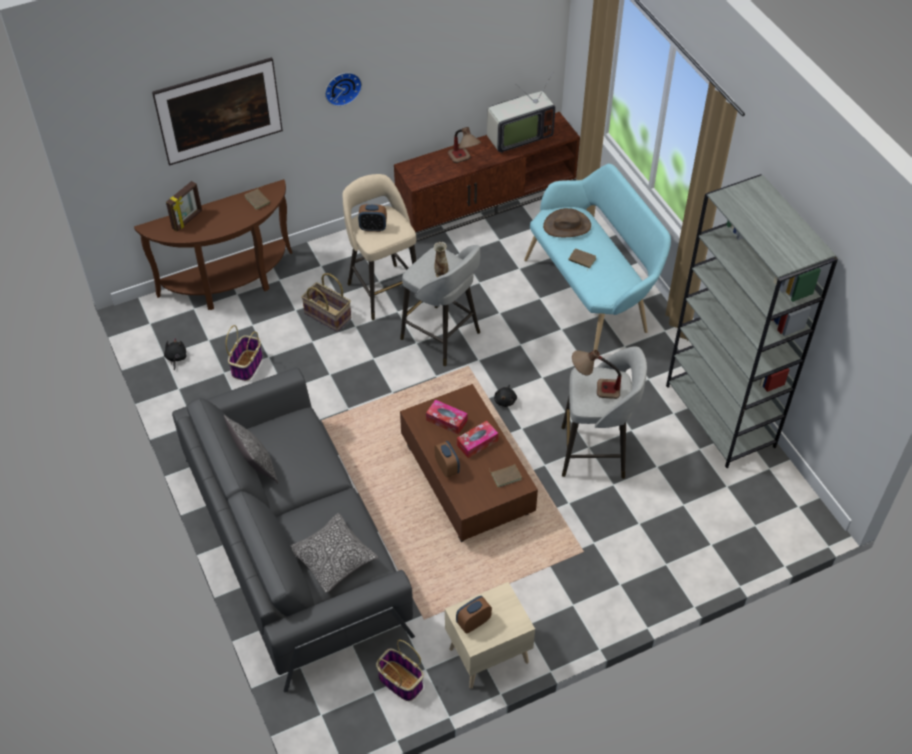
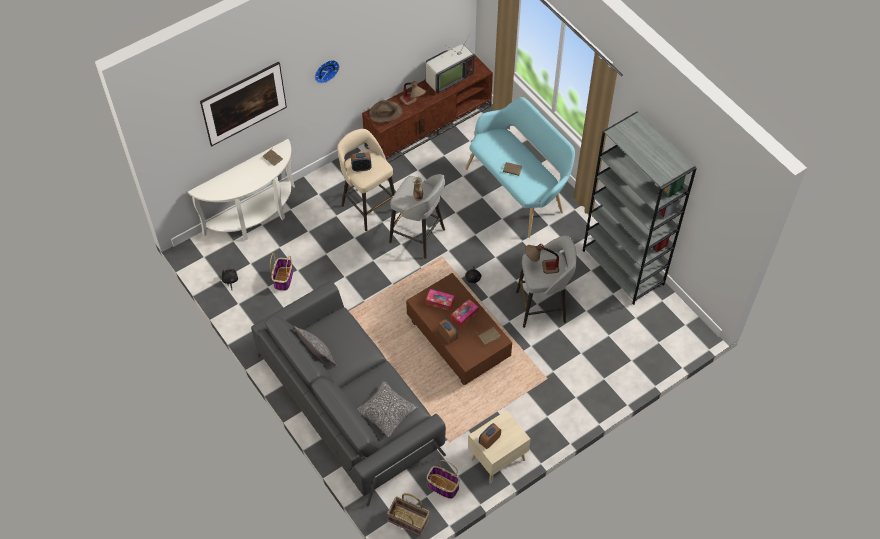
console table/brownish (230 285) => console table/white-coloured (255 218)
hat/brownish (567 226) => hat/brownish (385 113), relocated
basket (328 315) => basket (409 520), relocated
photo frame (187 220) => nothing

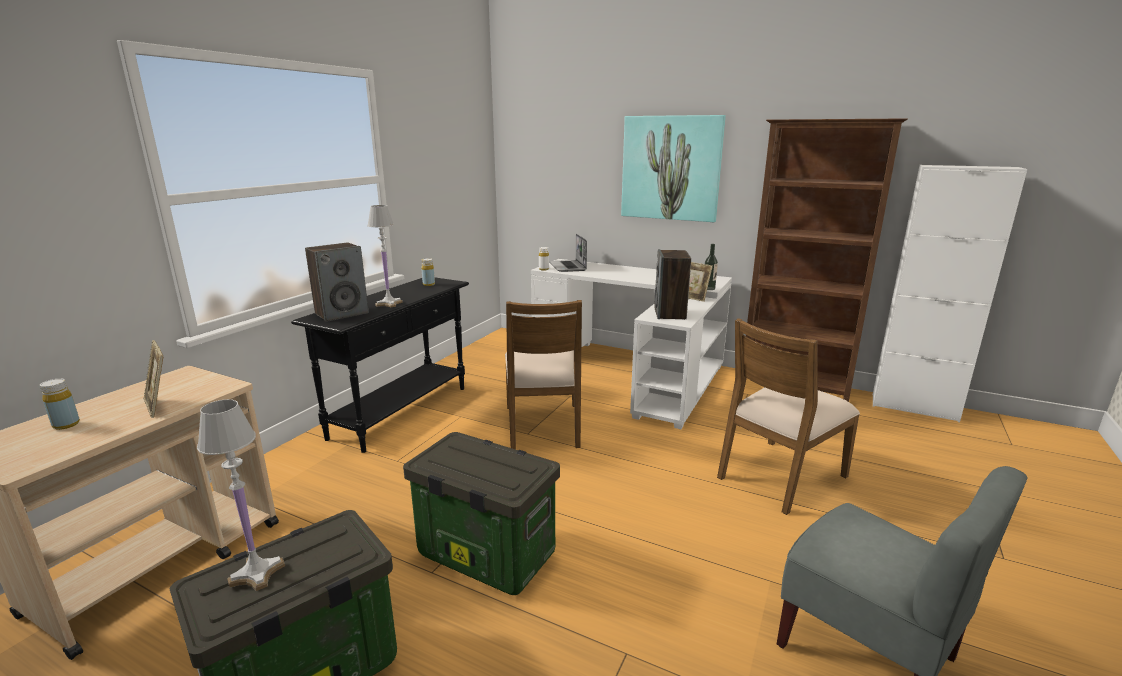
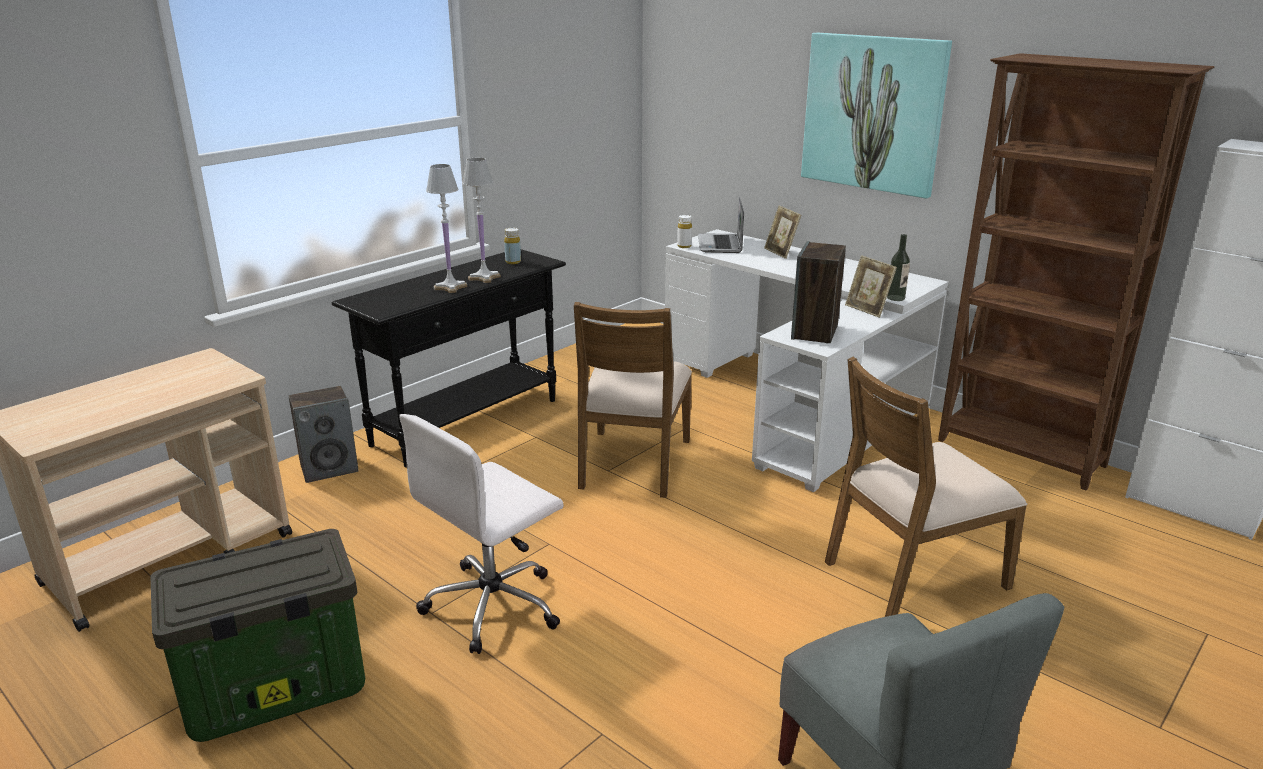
audio speaker (342 313) => audio speaker (329 468), relocated
storage box (484 555) => office chair/white-coloured (494 605)
lamp for a table/white-coloured (257 573) => lamp for a table/white-coloured (484 277), relocated
photo frame (160 405) => photo frame (780 252), relocated
drink bottle/yellow-coloured (66 425) => nothing

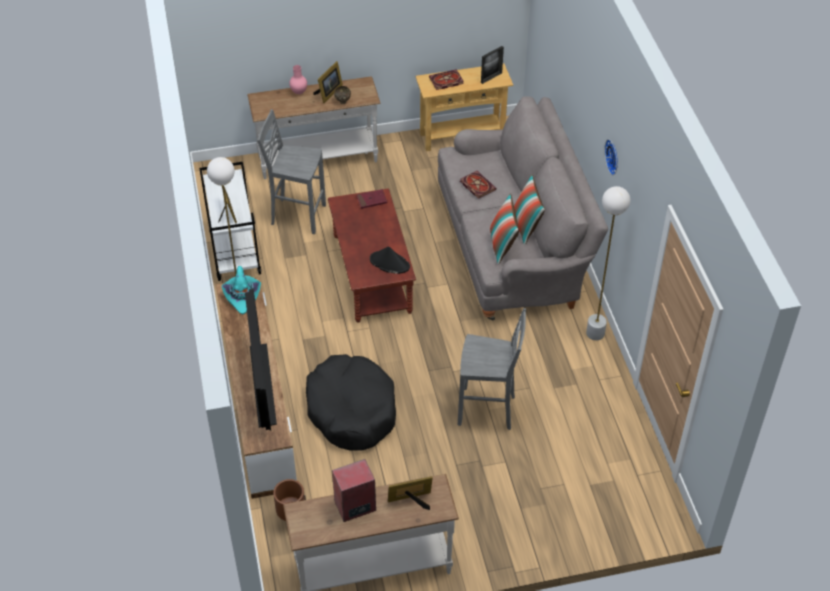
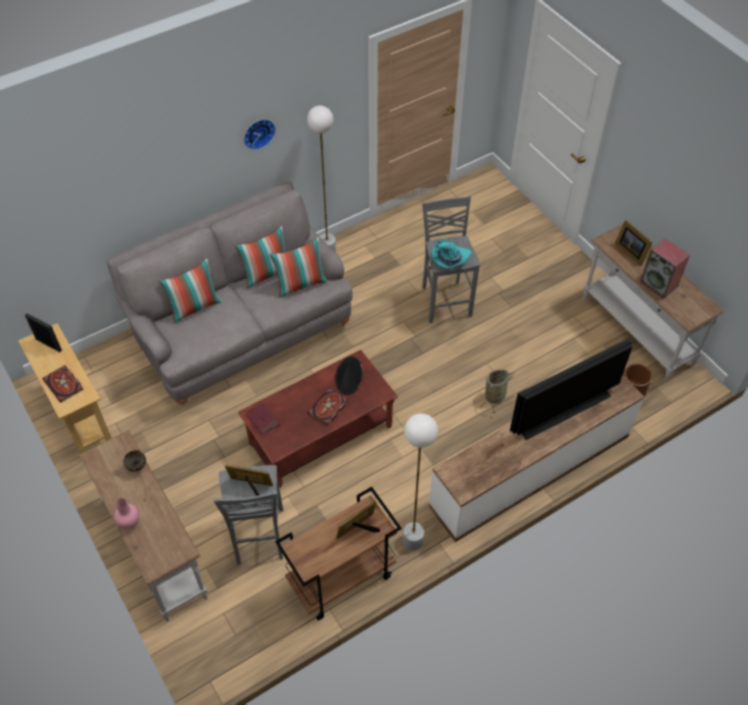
nothing => pillow (194 307)
photo frame (328 93) => photo frame (251 487), relocated
wheeled cart/white-coloured (234 253) => wheeled cart/brownish (341 579)
volume (476 185) => volume (328 408), relocated
hat/turquoise-coloured (242 296) => hat/turquoise-coloured (450 259), relocated
dog bed/blackish (351 410) => basket (495 395)

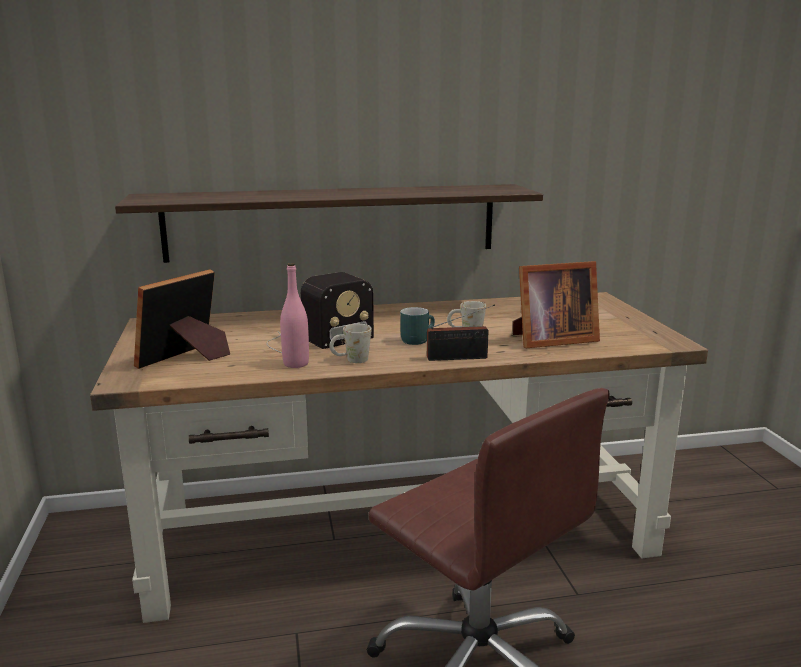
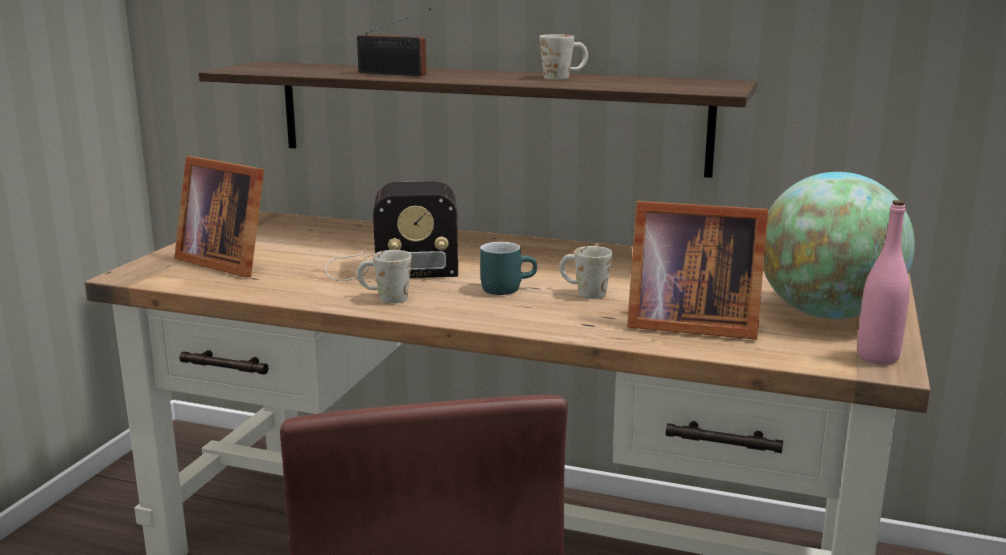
photo frame (187 358) => photo frame (226 262), 120 degrees counterclockwise
radio set (460 358) => radio set (395 74), relocated
nothing => mug/white-coloured (564 77)
nothing => globe (827 314)
drink bottle/pink-coloured (296 364) => drink bottle/pink-coloured (877 357), relocated

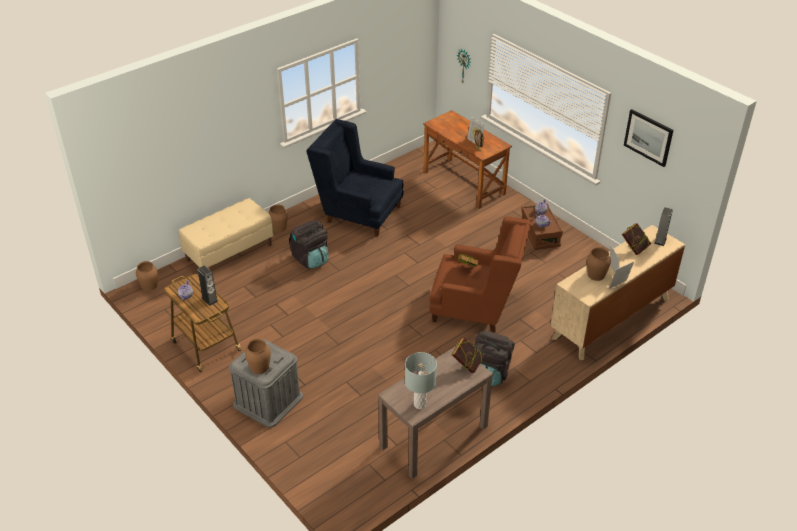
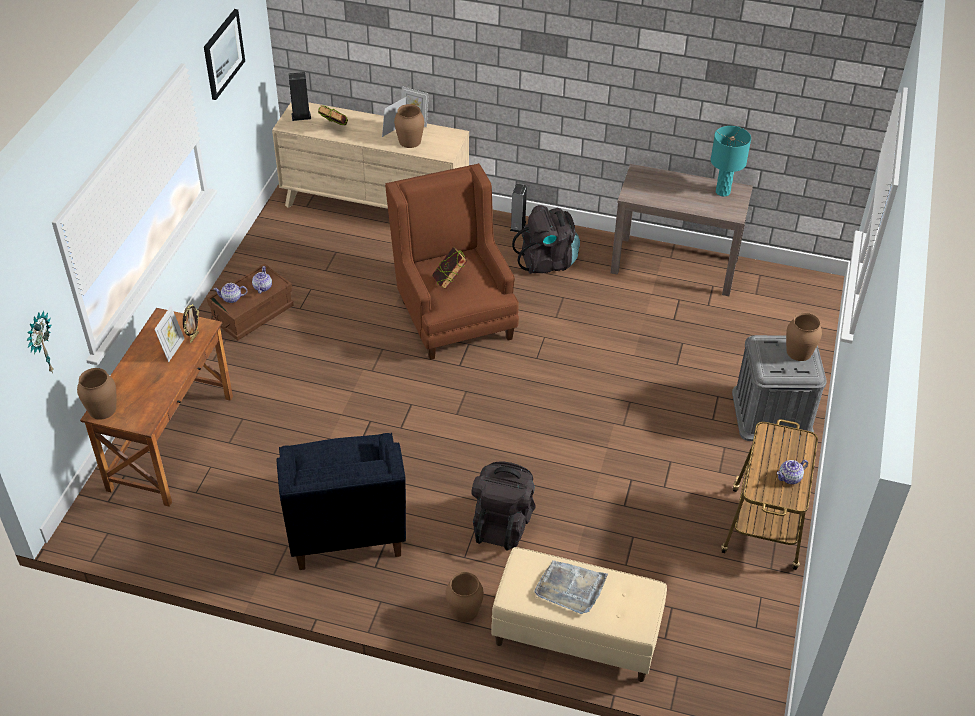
flower vase/brownish (149 285) => flower vase/brownish (102 409), relocated
audio speaker (209 299) => audio speaker (518 226), relocated
nothing => tray/grey (570 588)
lamp for a table/grey (420 404) => lamp for a table/turquoise-coloured (722 192)
volume (467 365) => nothing

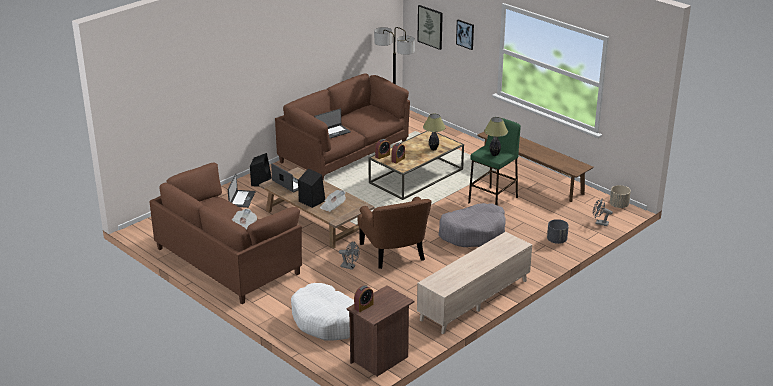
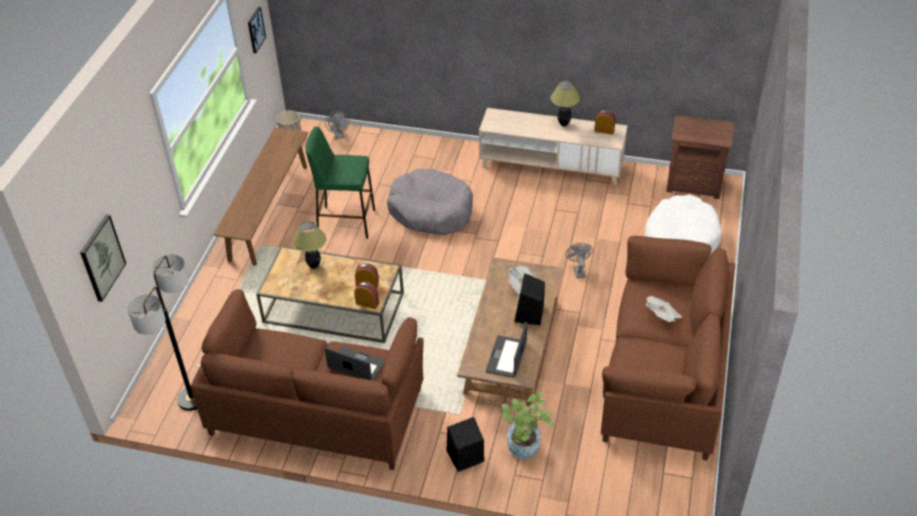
wall art (465 34) => wall art (255 29), relocated
notebook computer (241 199) => potted plant (524 450)
lamp for a table (494 154) => lamp for a table (563 124), relocated
bedside clock (363 306) => bedside clock (604 130), relocated
lounge chair/brownish (394 252) => nothing
plant pot/grey (556 240) => nothing

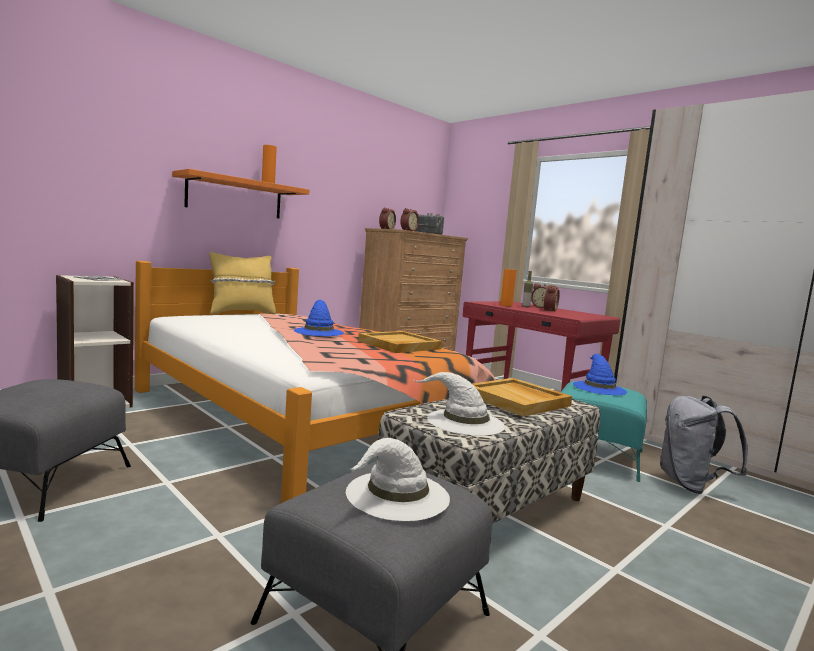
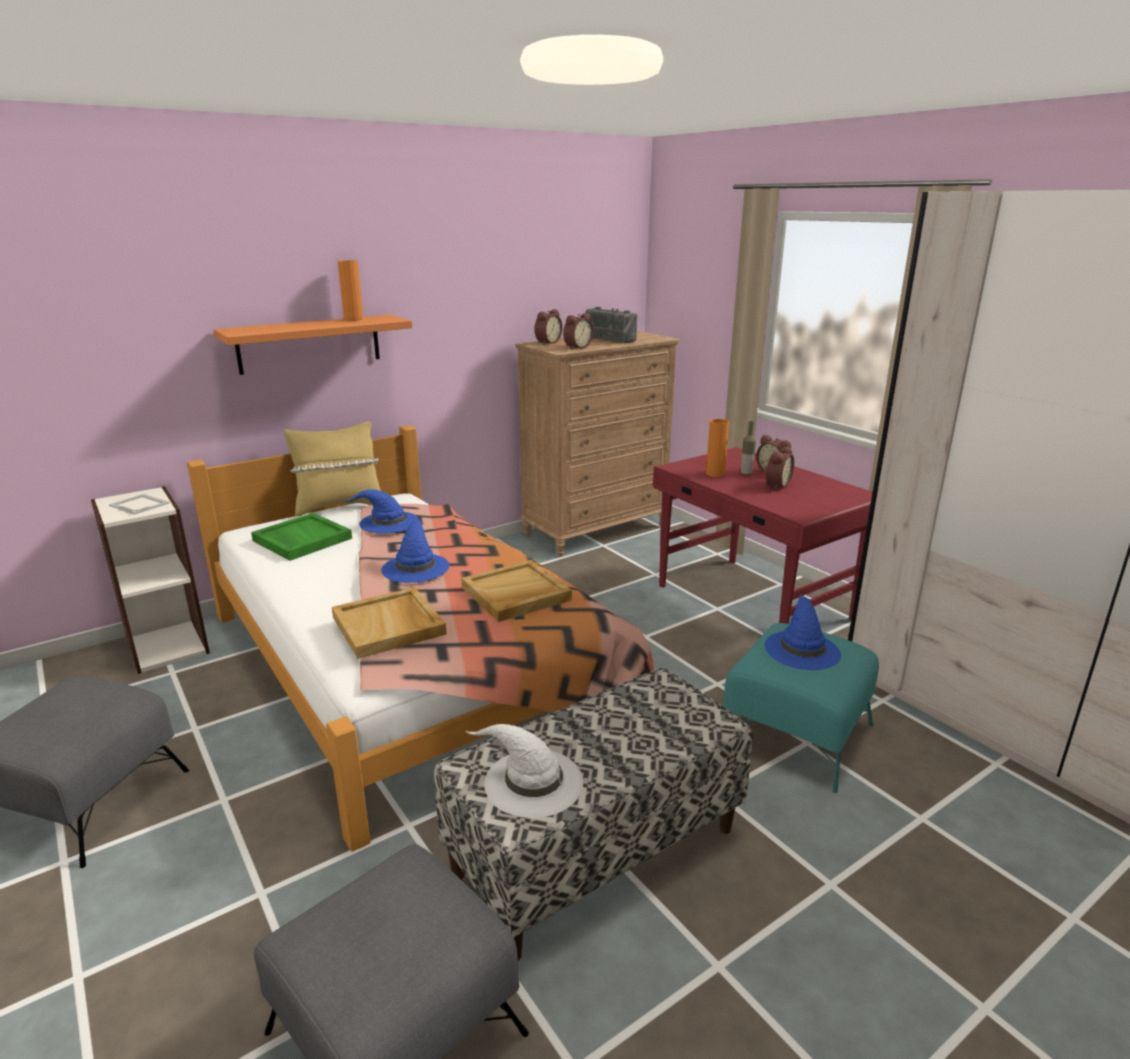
nothing => tray/greenish (301 539)
tray/beige-coloured (518 400) => tray/beige-coloured (389 626), relocated
nothing => hat/blue-coloured (388 522)
hat/white-coloured (397 495) => nothing
rucksack/grey (691 485) => nothing

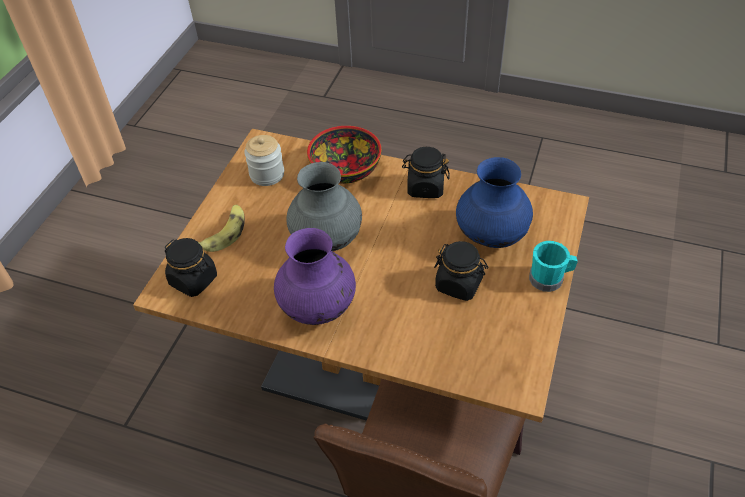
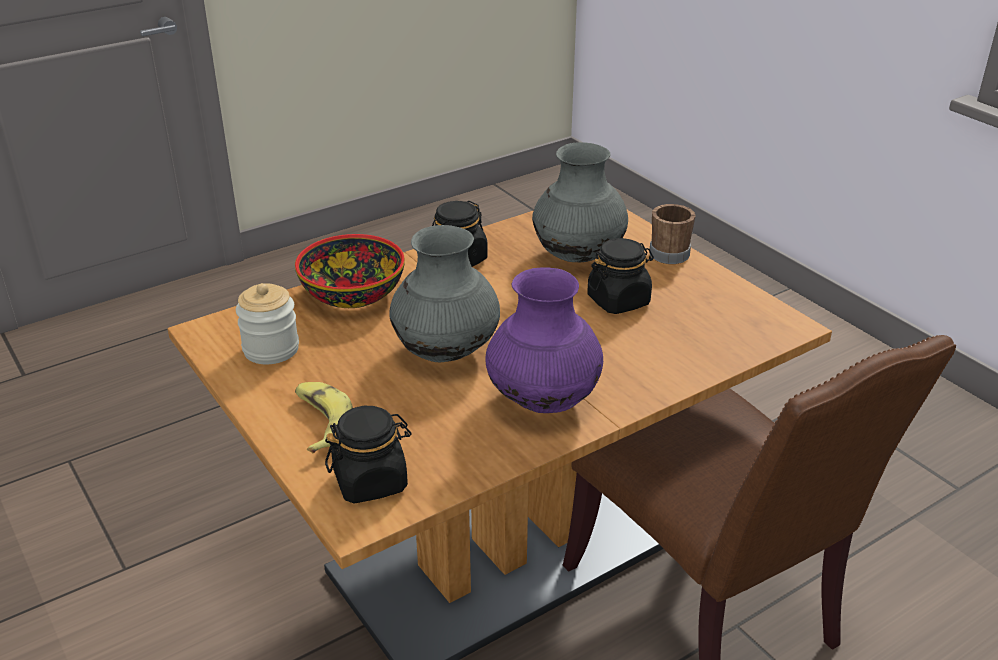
flower vase/blue-coloured (491 236) => flower vase/grey (578 256)
mug/turquoise-coloured (550 278) => mug/brownish (671 252)

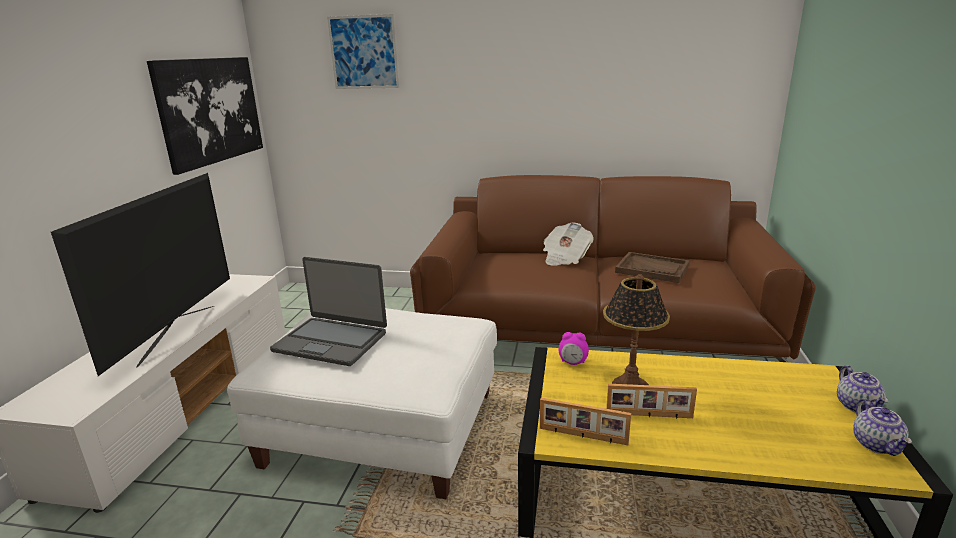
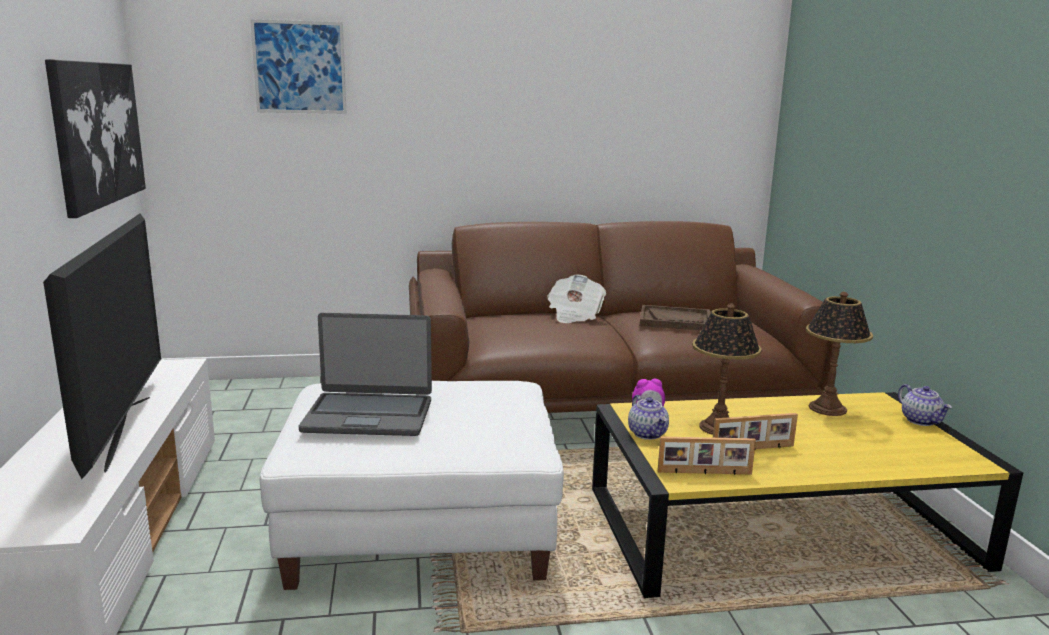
tea pot (877 445) => tea pot (648 434), relocated
nothing => lamp for a table (827 408)

